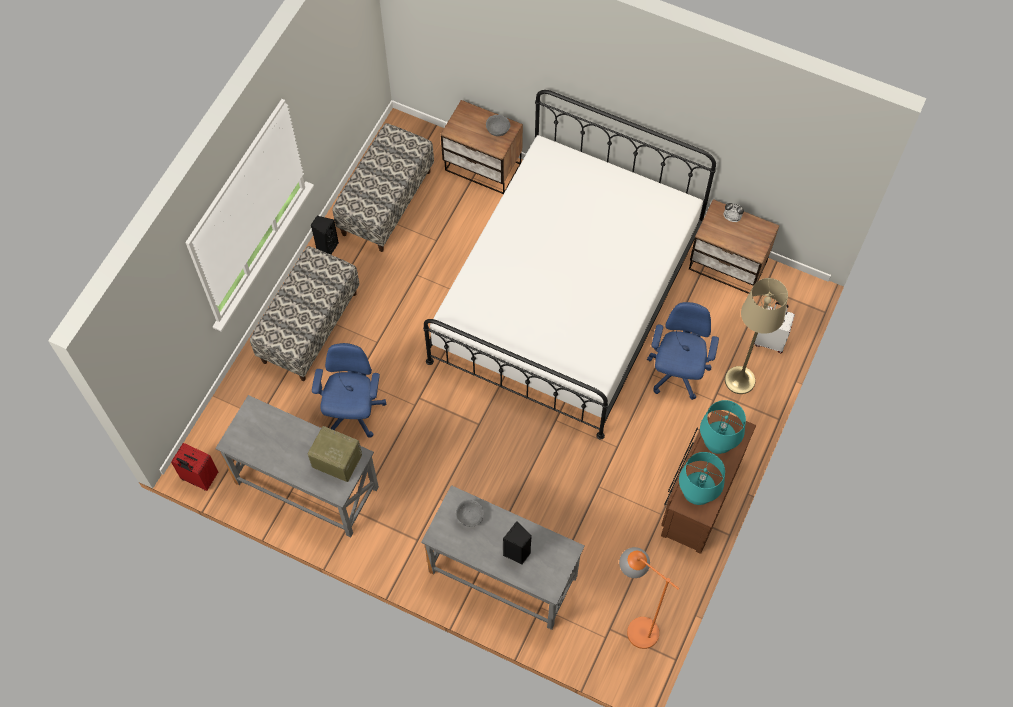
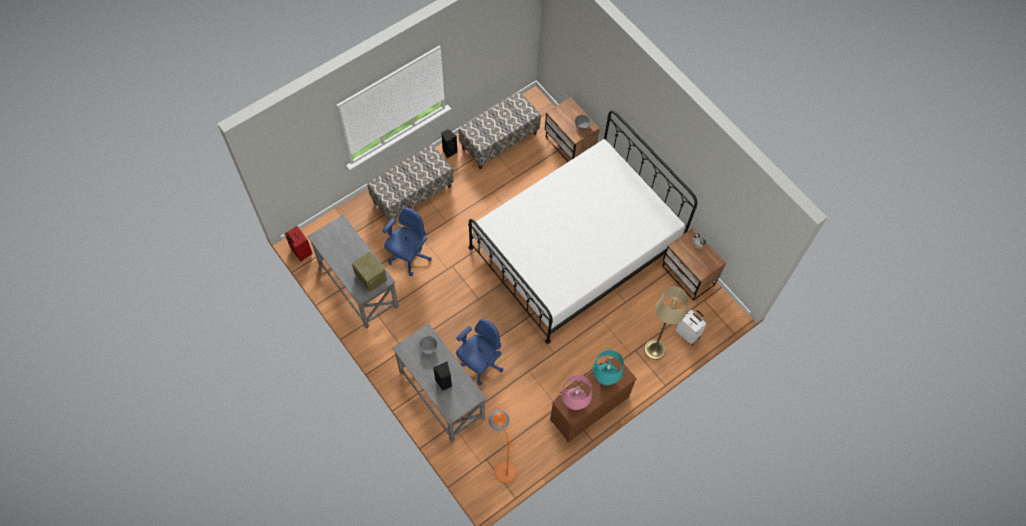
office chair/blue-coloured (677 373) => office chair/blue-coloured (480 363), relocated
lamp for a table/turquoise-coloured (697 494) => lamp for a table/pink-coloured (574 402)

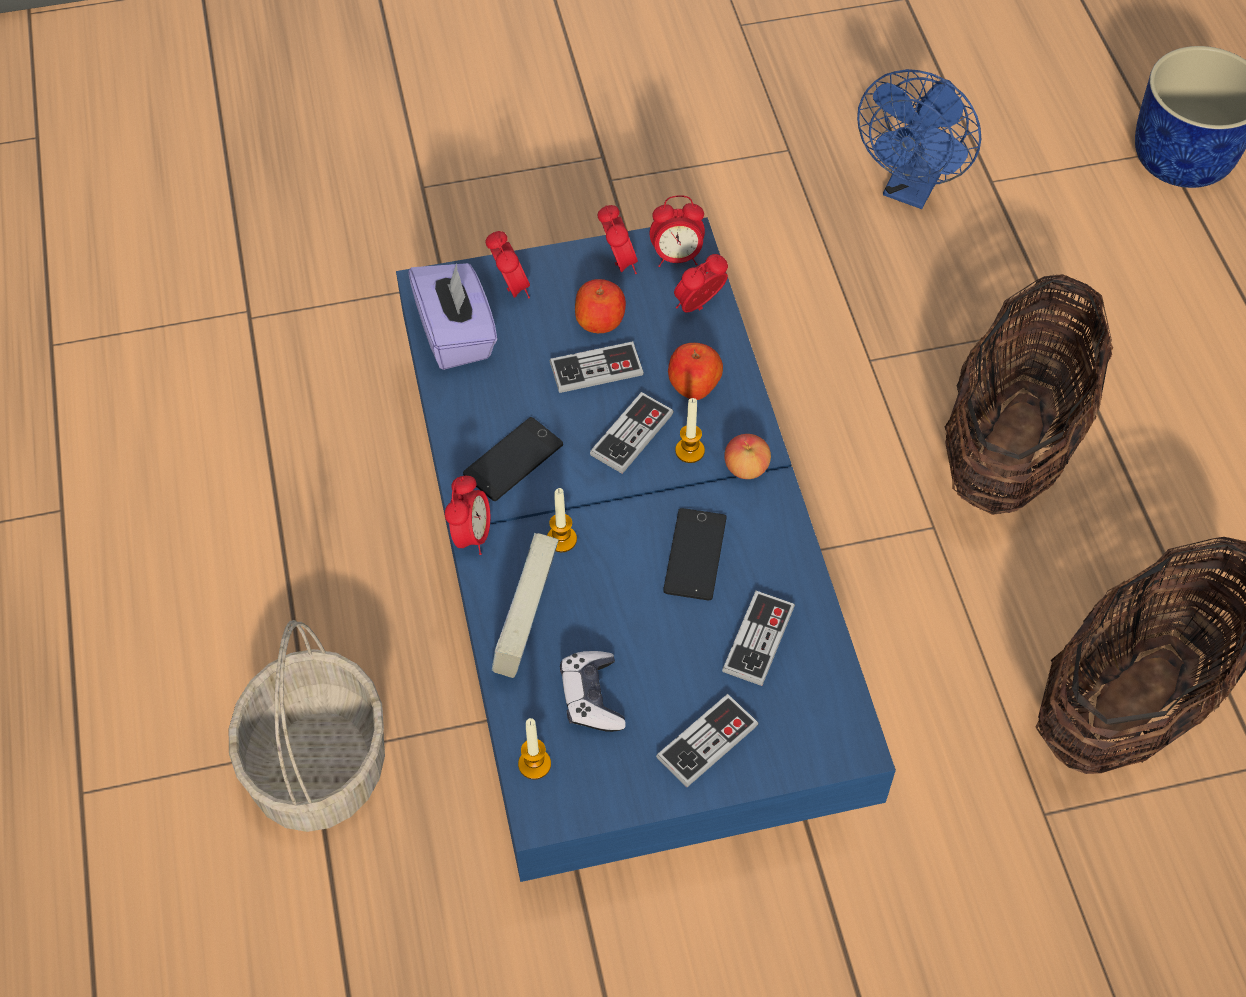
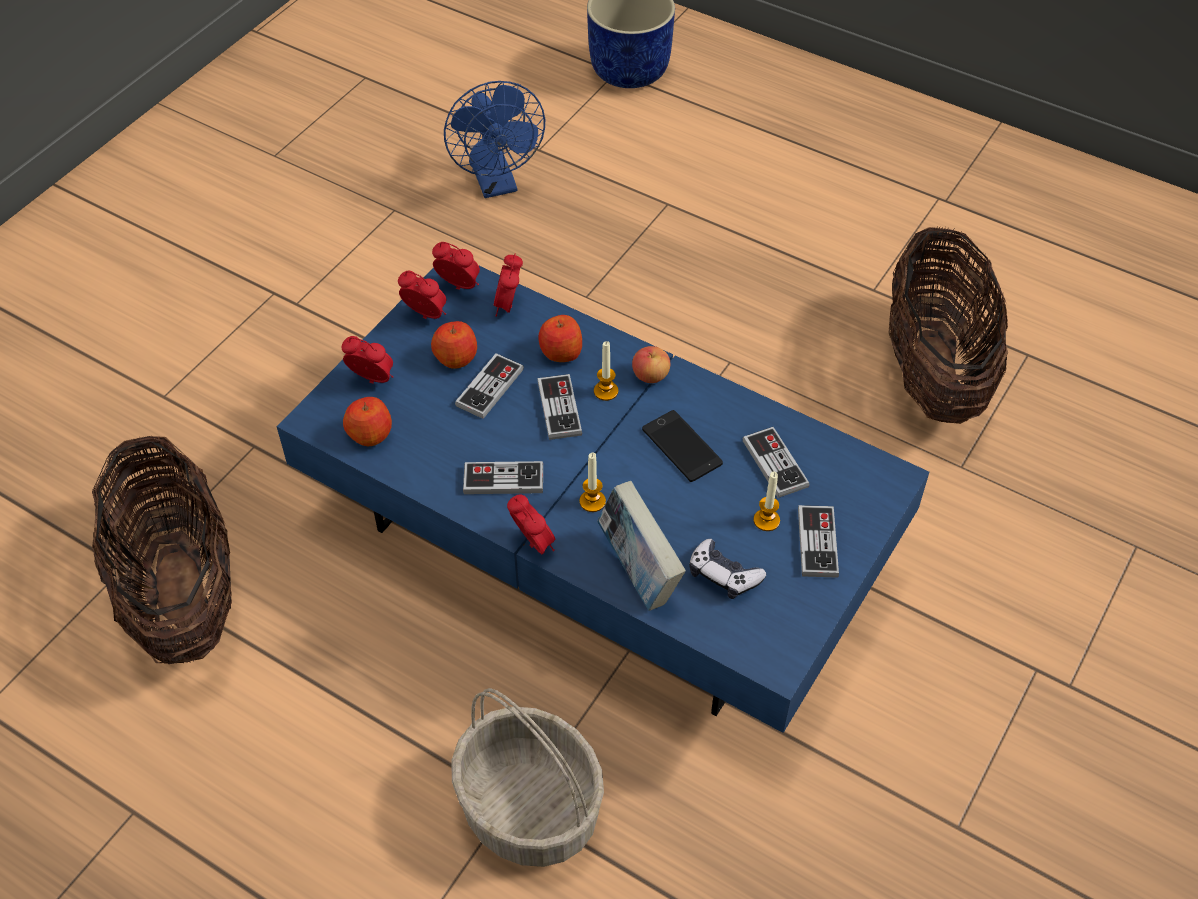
basket (1012 444) => basket (181 592), relocated
tissue holder/purplish (456 334) => apple fruit (370 434)
bedside clock (677 257) => bedside clock (459 287), 105 degrees counterclockwise
telephone (513 460) => gamepad (503 479)
wax candle (534 764) => wax candle (766 520), relocated

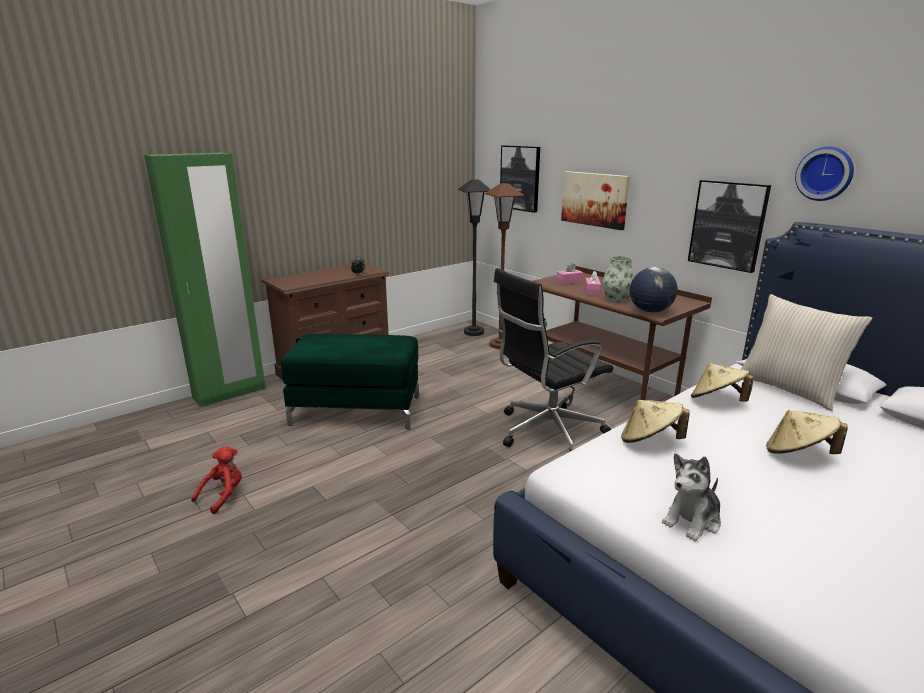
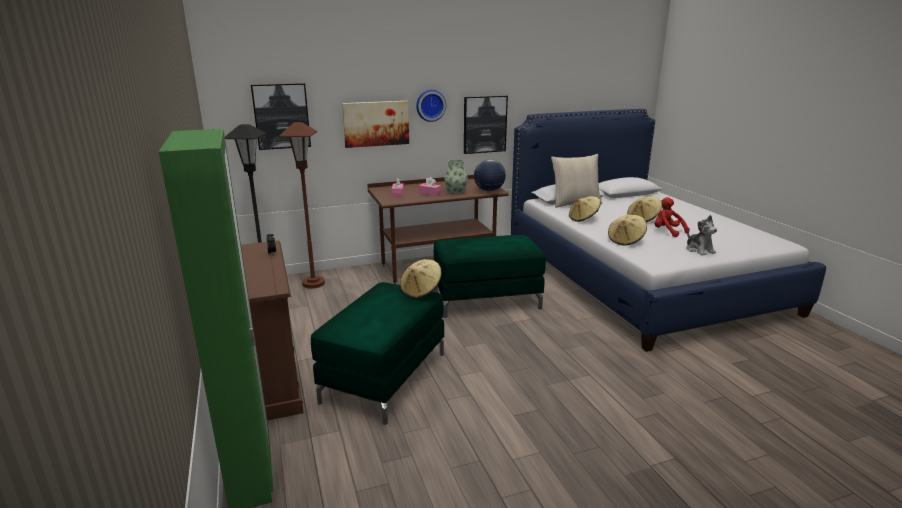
nothing => hat/beige-coloured (421 291)
clock on the wall (825 173) => clock on the wall (430 105), relocated
office chair/blackish (547 432) => pouffe/greenish (485 300)
plush toy/reddish (223 496) => plush toy/reddish (667 232), relocated

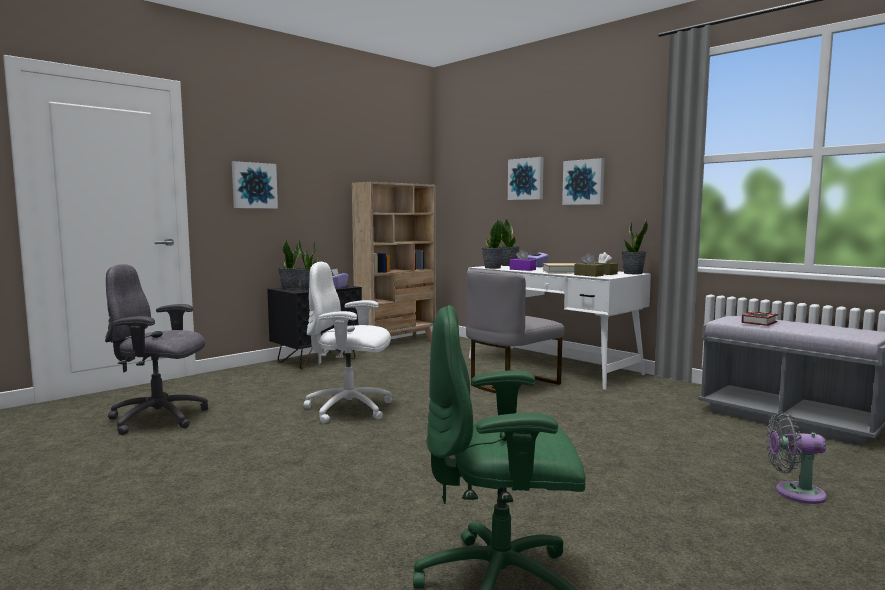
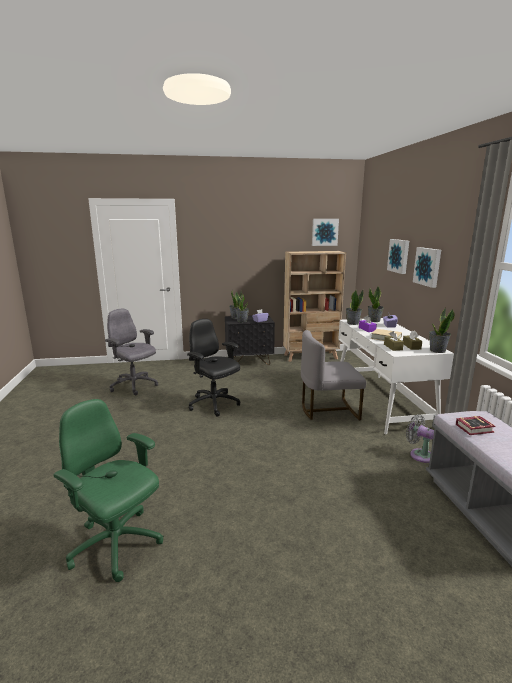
office chair/white-coloured (350 409) => office chair/blackish (214 404)
wall art (254 185) => wall art (324 232), relocated
fan/grey (794 493) => fan/grey (419 455), relocated

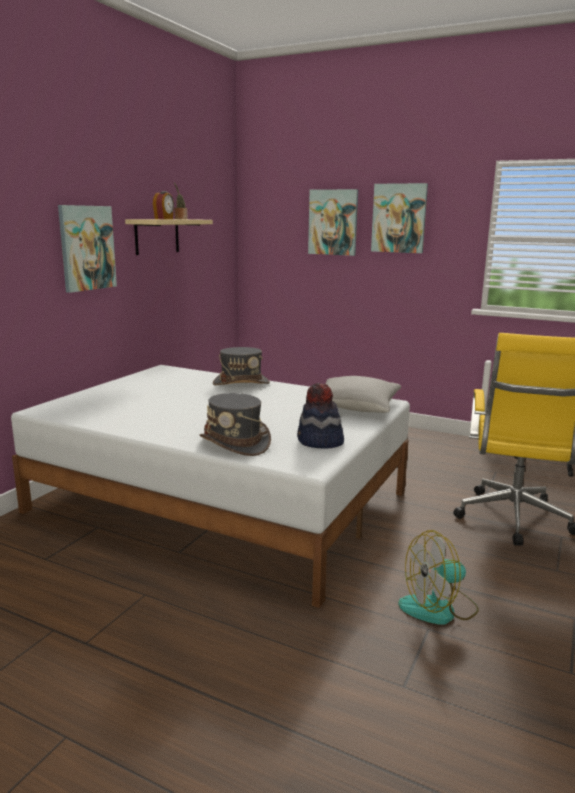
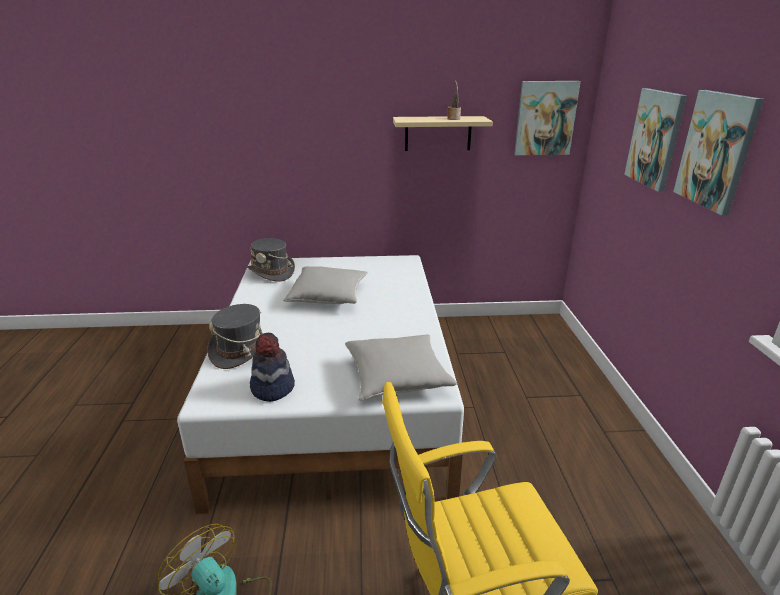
hat/grey (241 383) => hat/grey (272 272), relocated
nothing => pillow/grey (328 296)
wall art (87 248) => wall art (545 118), relocated
bedside clock (164 219) => nothing

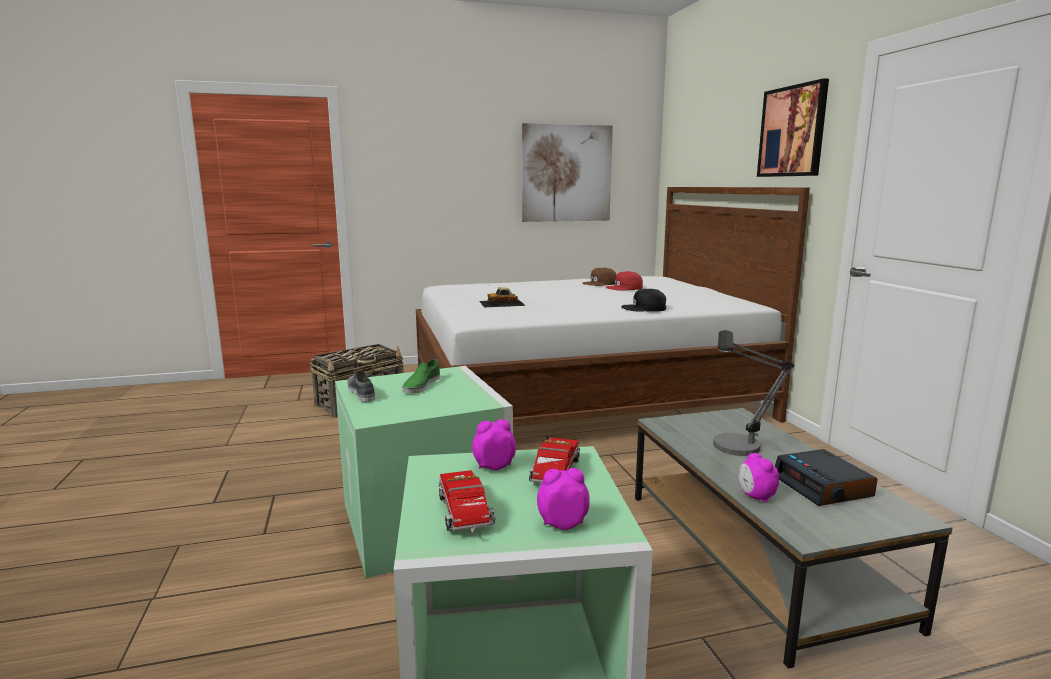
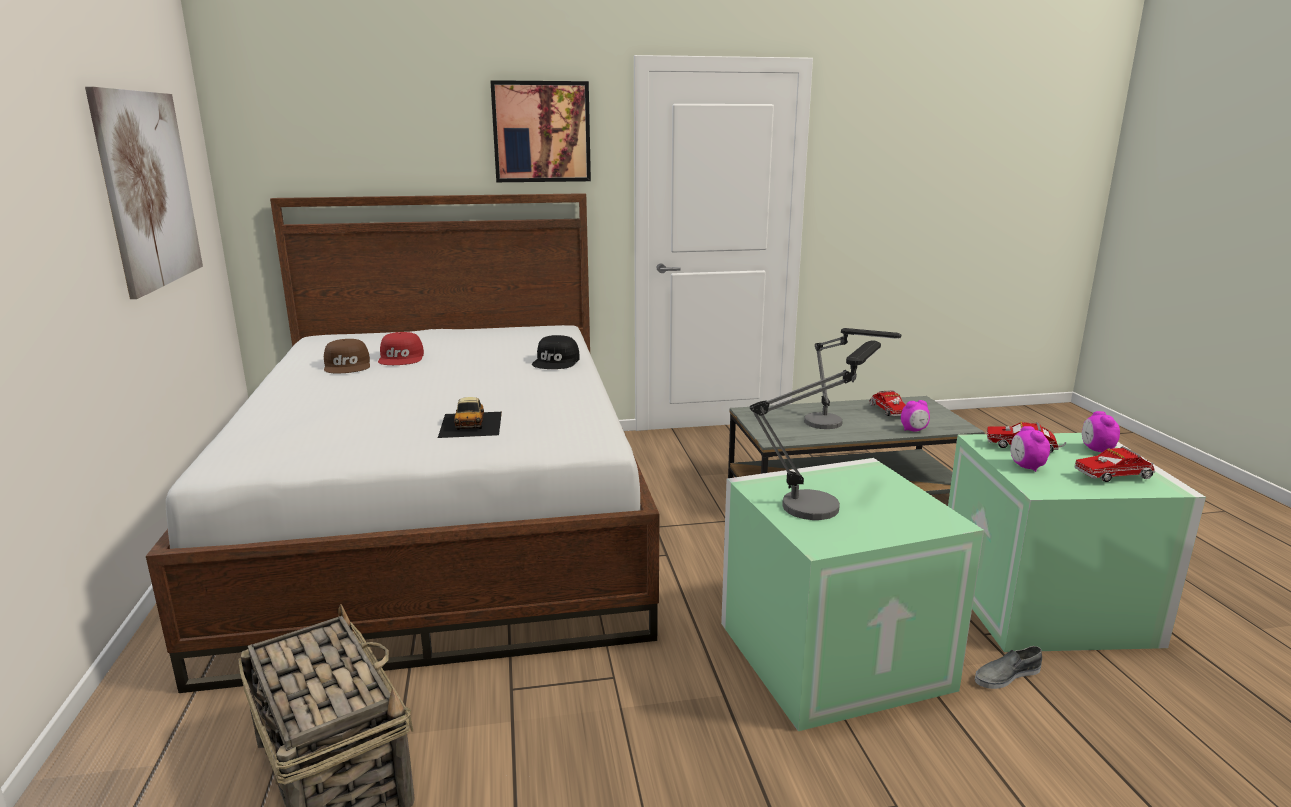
low shoe/greenish (421 385) => lamp for a table (819 501)
bedside clock (823 487) => toy lorry (887 411)
low shoe/grey (362 392) => low shoe/grey (1006 675), relocated

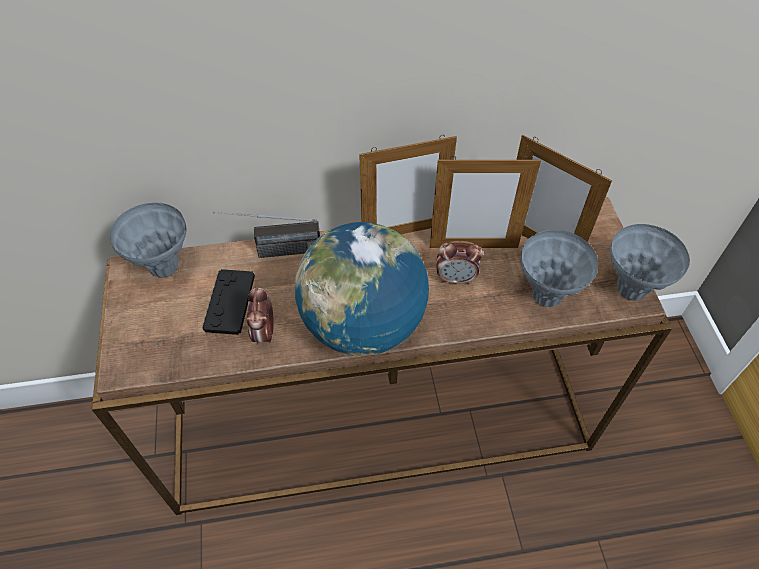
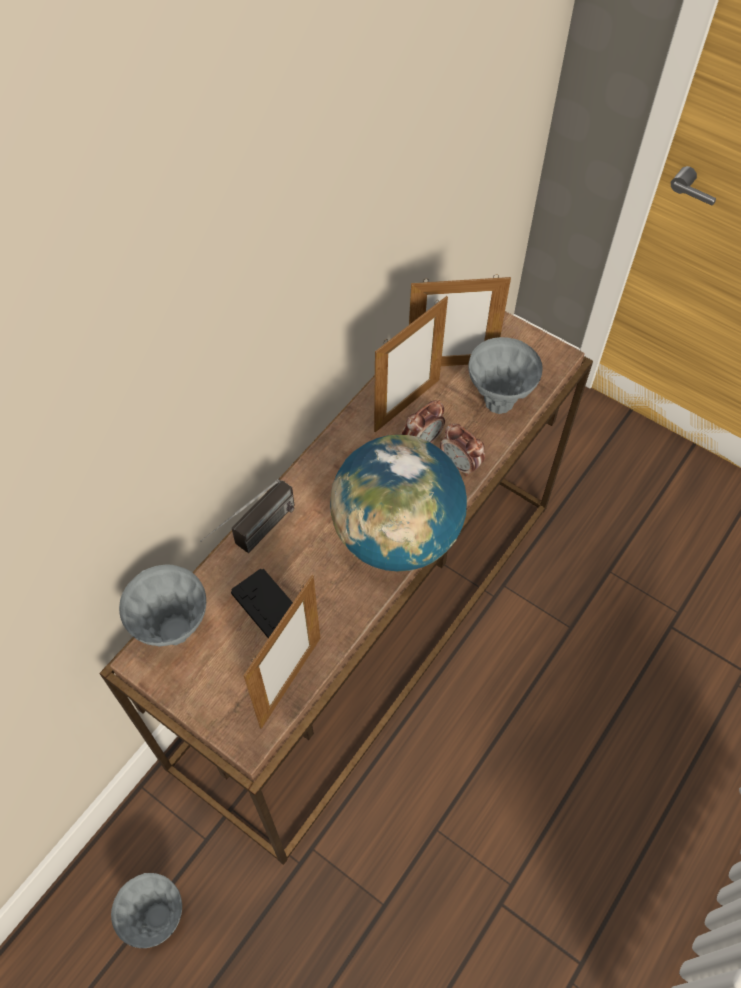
flower vase/grey (630 290) => flower vase/grey (157 917), relocated
photo frame (404 232) => photo frame (290 681), relocated
bedside clock (264 333) => bedside clock (460 465), relocated

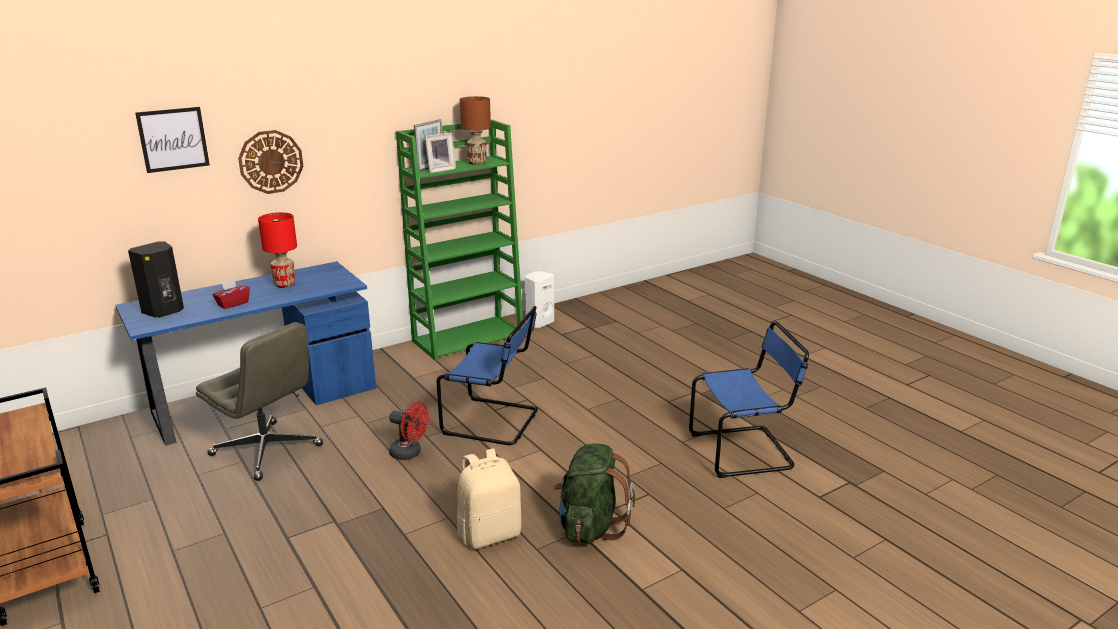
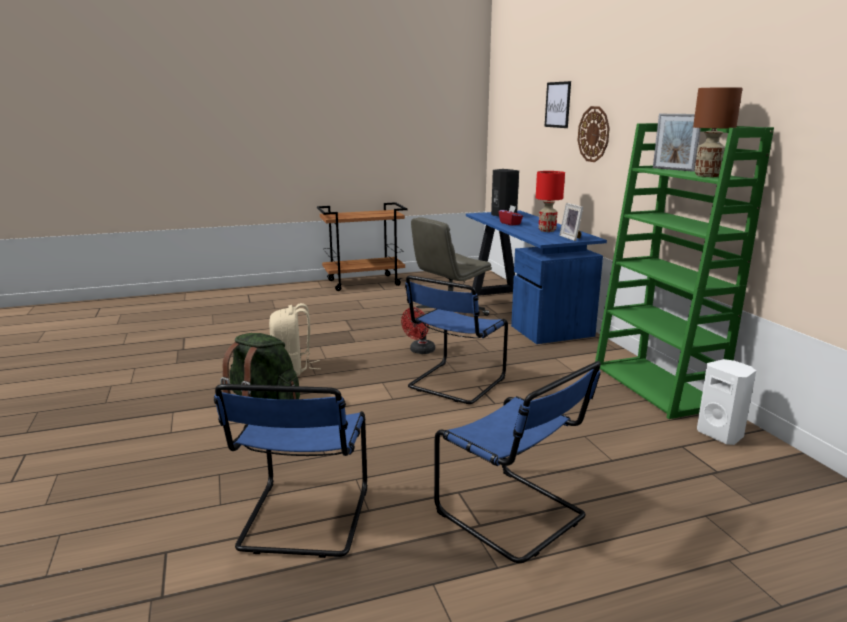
nothing => upright chair/blue-coloured (515 516)
photo frame (440 170) => photo frame (572 238), relocated

